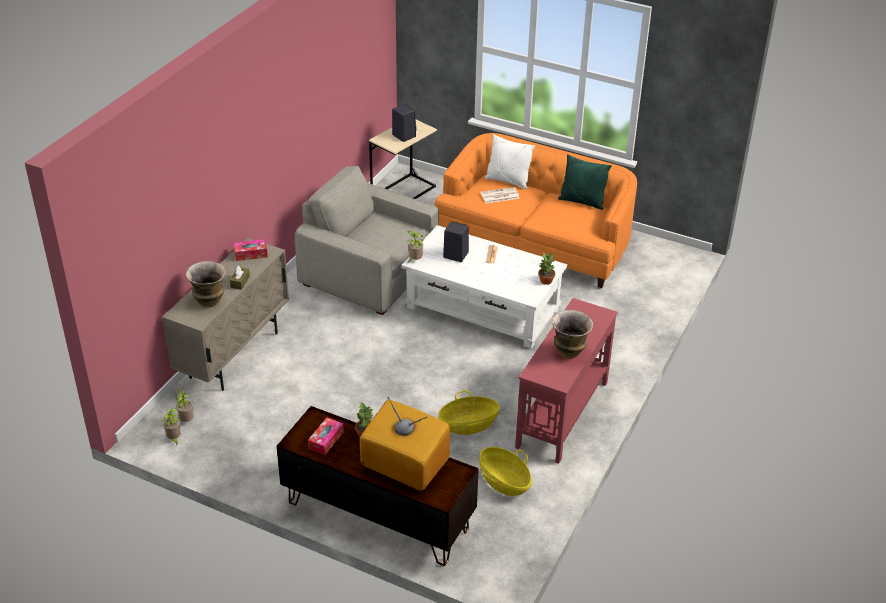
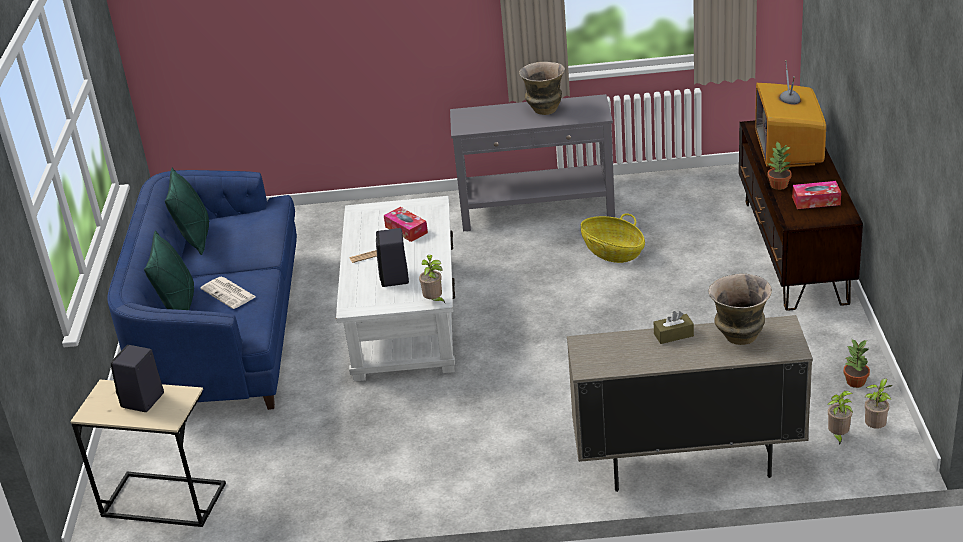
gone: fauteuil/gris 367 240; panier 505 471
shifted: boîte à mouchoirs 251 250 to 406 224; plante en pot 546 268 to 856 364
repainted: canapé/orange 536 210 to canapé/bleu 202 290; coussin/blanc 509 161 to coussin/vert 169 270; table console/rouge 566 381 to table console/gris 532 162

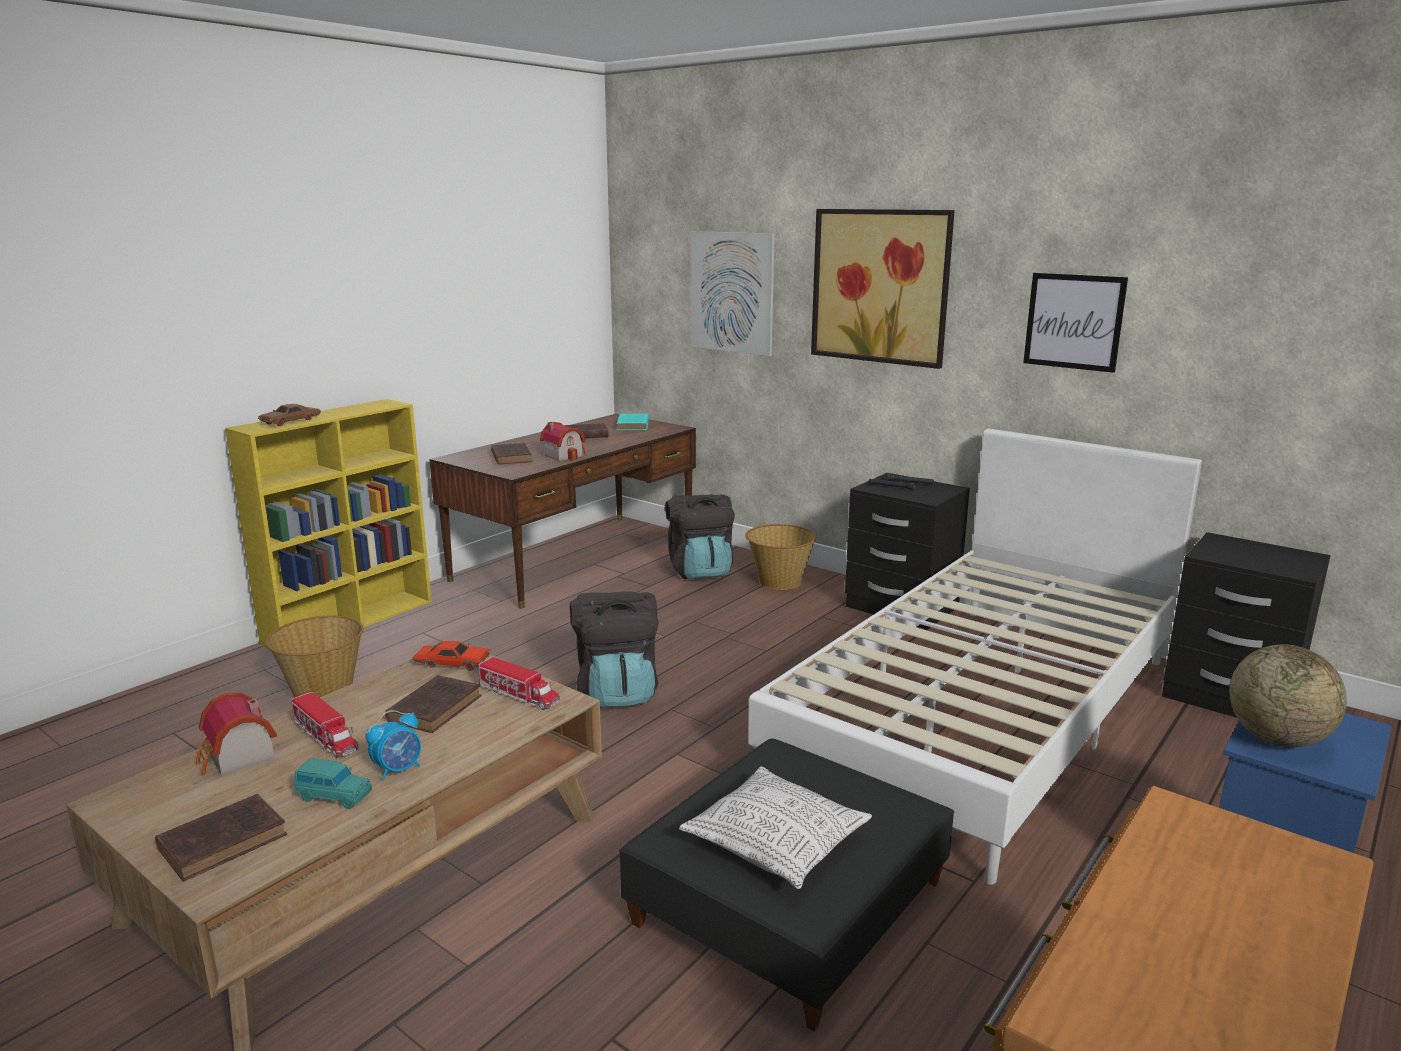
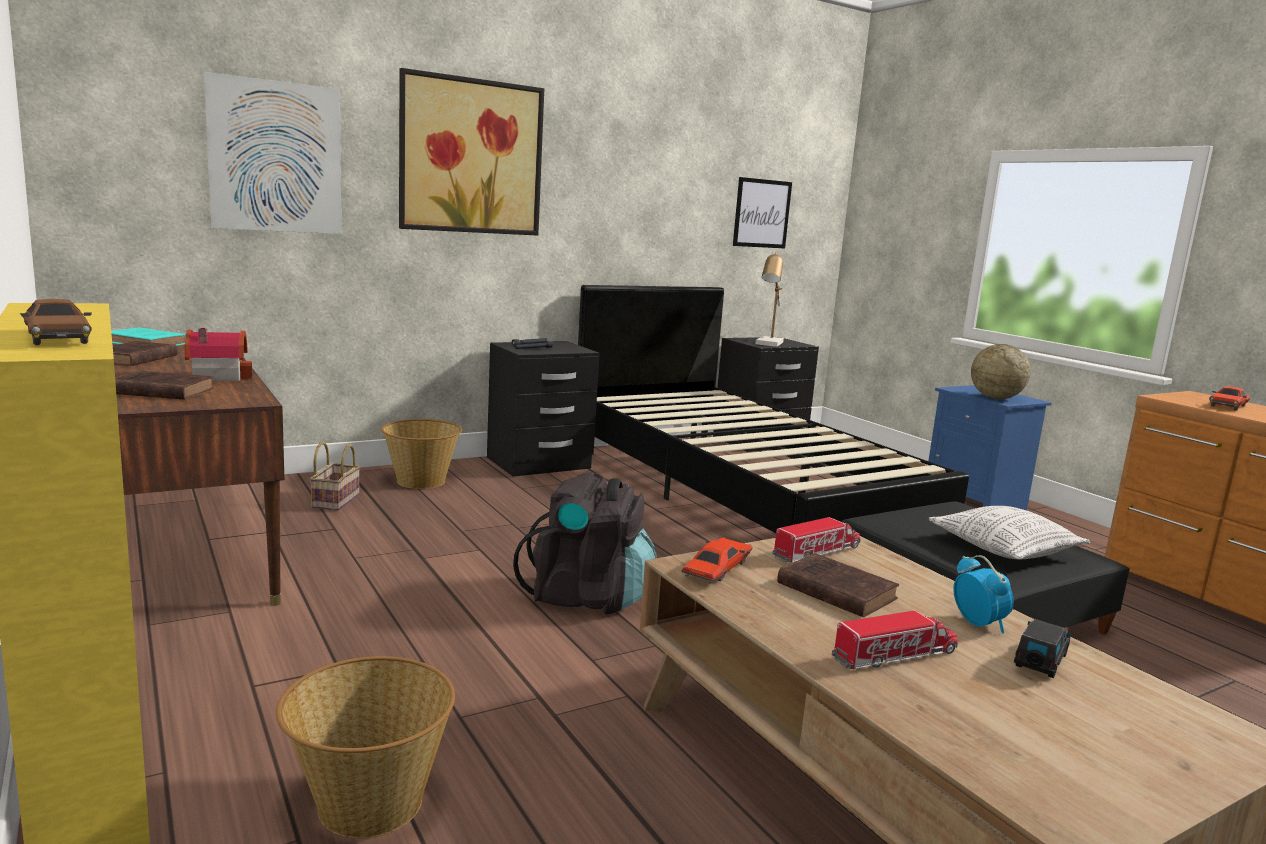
gone: maison miniature 236 734; livre/marron 221 838
new: lampe de table 770 299; petite voiture/rouge 1229 398
shifted: tableau 1075 323 to 762 212
swapped: sac à dos/noir 700 536 to panier 335 476
repainted: lit/blanc 975 656 to lit/noir 773 409; petite voiture/turquoise 333 783 to petite voiture/noir 1042 648

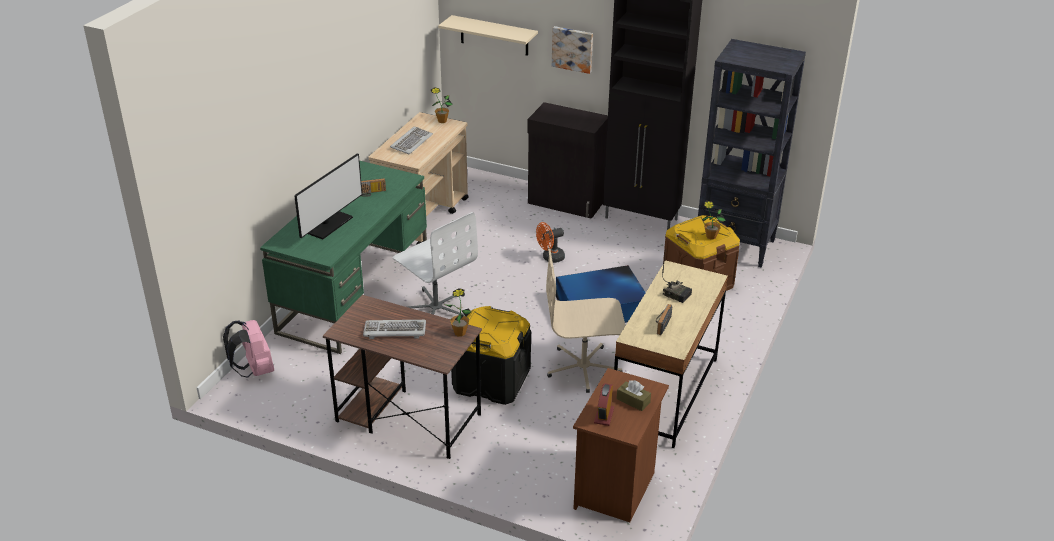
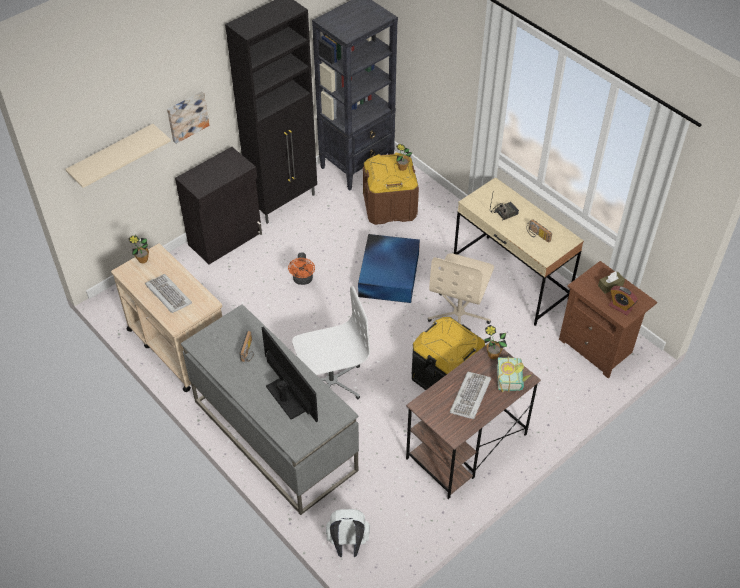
new: livre 514 374
repainted: bureau/vert 343 257 to bureau/gris 270 409; sac à dos/rose 248 349 to sac à dos/blanc 348 533

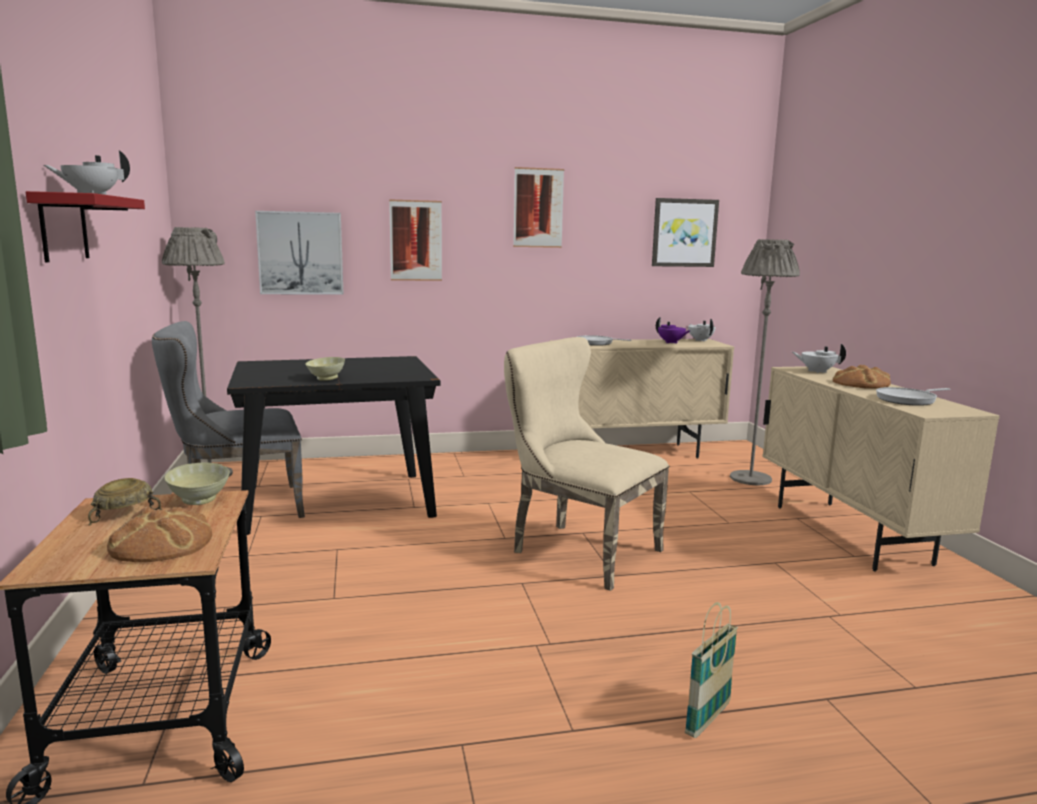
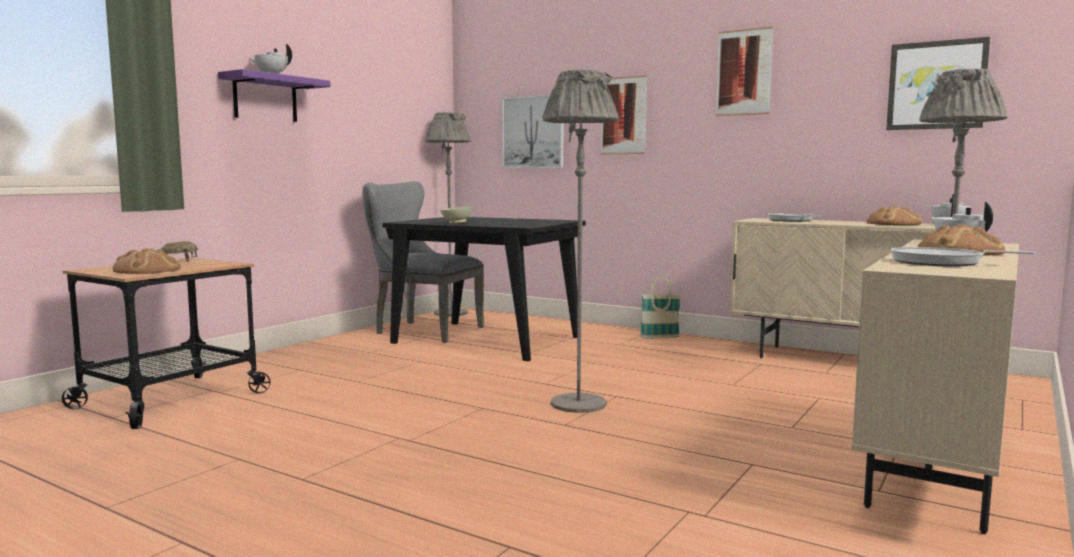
gone: bol/beige 197 484
shifted: panier 711 670 to 660 308
swapped: théière/violet 673 330 to pain 894 215; chaise/beige 586 464 to lampadaire/gris 580 241
repainted: étagère/rouge 85 227 to étagère/violet 274 95

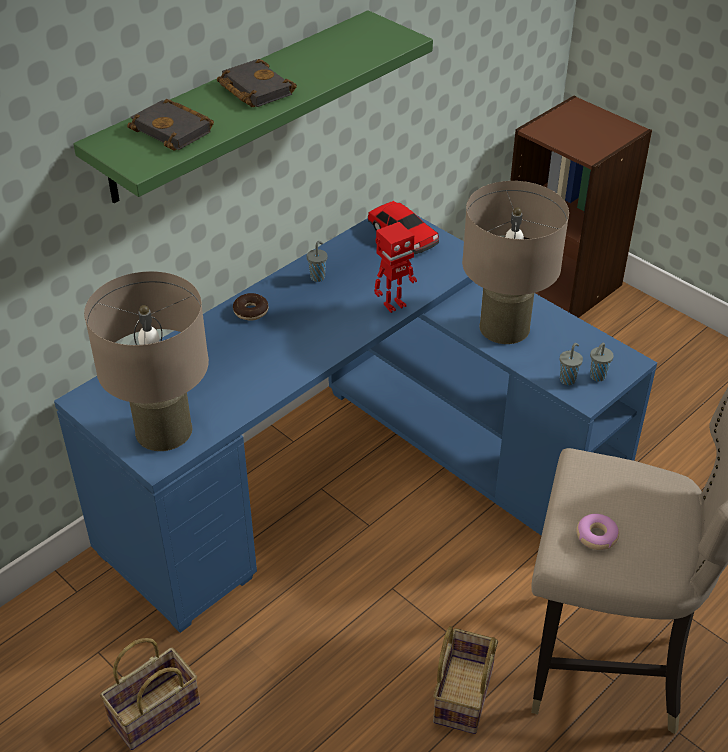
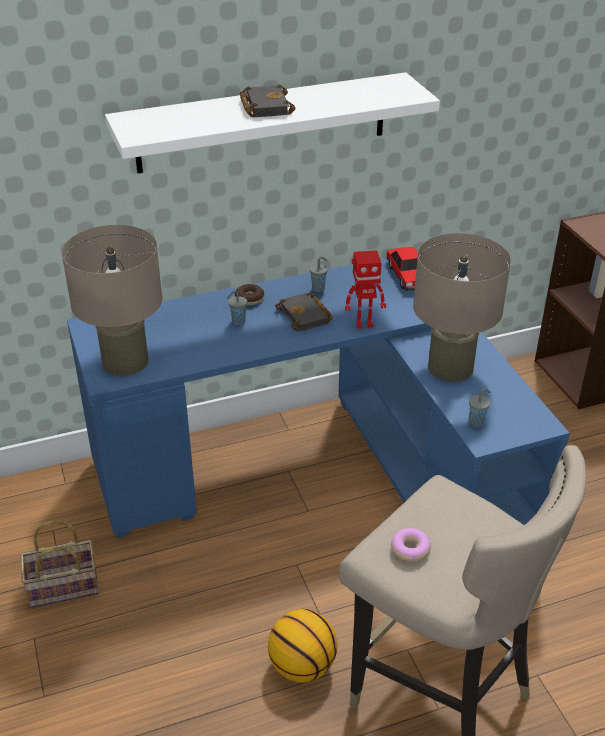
shifted: livre/noir 170 125 to 304 312; tasse/gris 602 361 to 237 307
swapped: panier 465 680 to ballon de basket 302 646
repainted: étagère/vert 253 106 to étagère/blanc 272 122

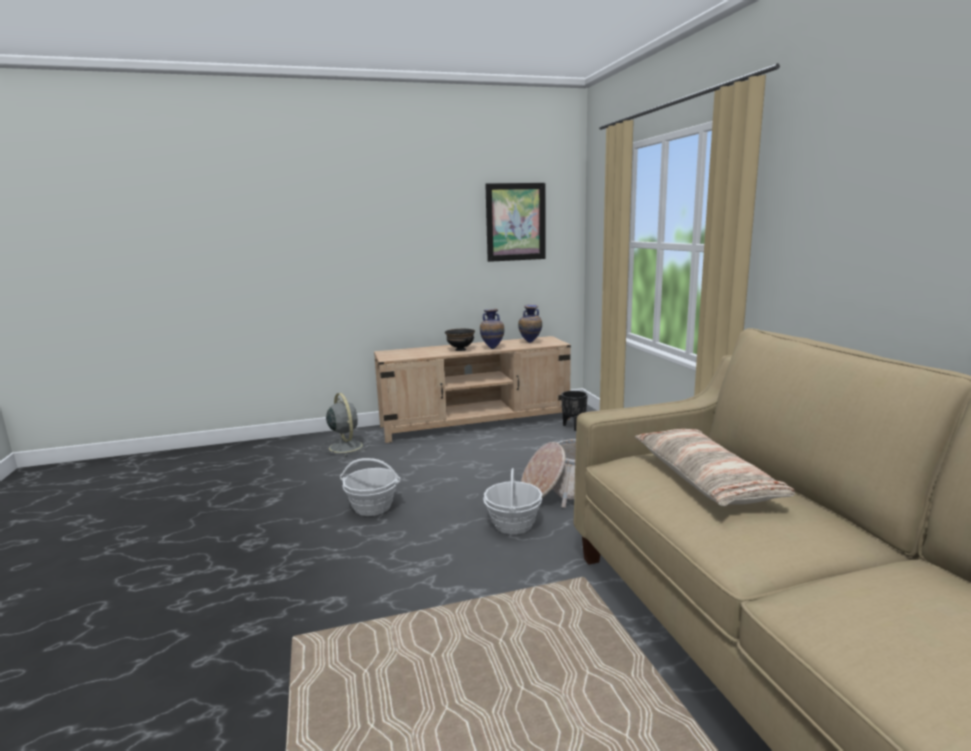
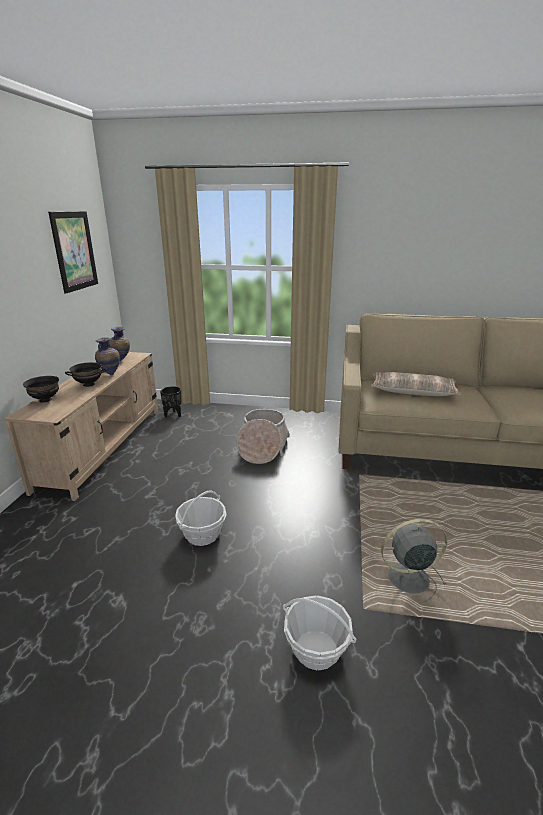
new: bol/noir 41 389
shifted: ventilateur/gris 345 425 to 414 561; panier 512 501 to 319 632

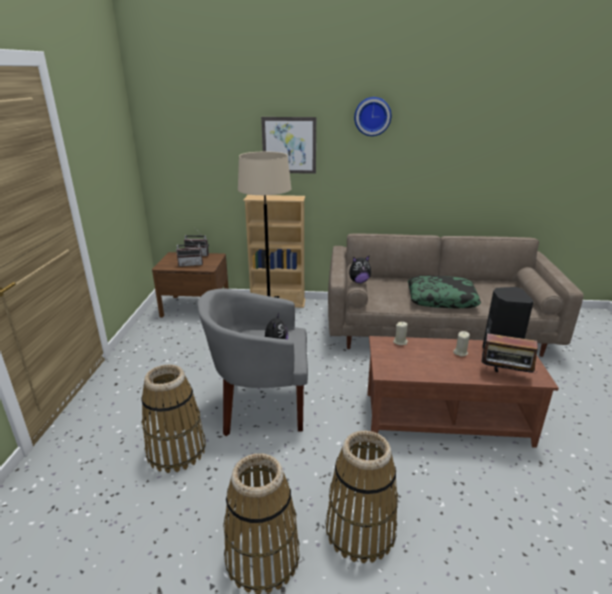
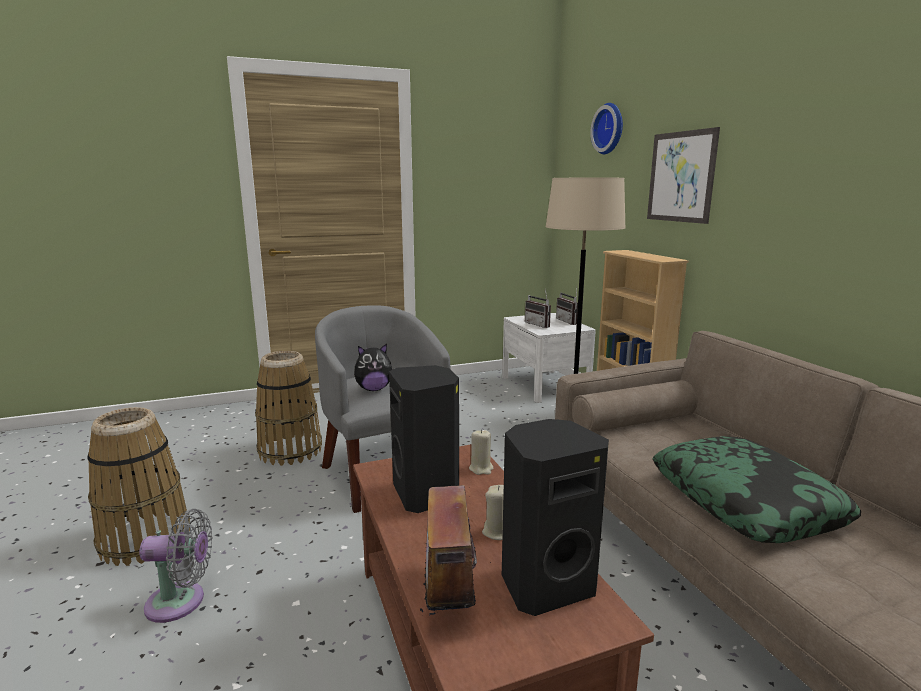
gone: peluche 360 269
new: enceinte/noir 424 439
shifted: horloge murale 373 116 to 606 128
swapped: panier 361 496 to ventilateur/gris 176 566
repainted: table de chevet/marron 190 285 to table de chevet/blanc 549 358

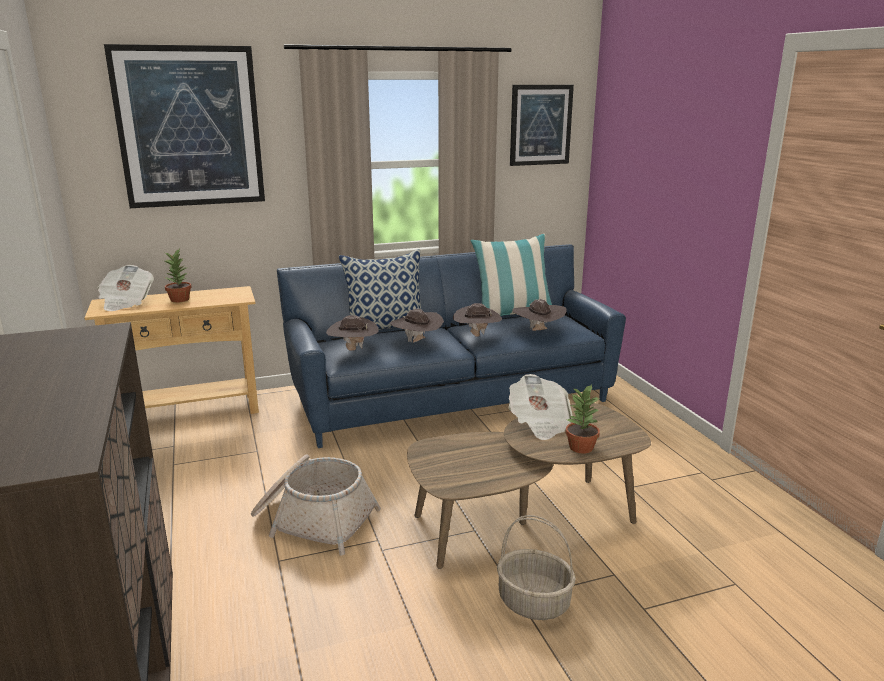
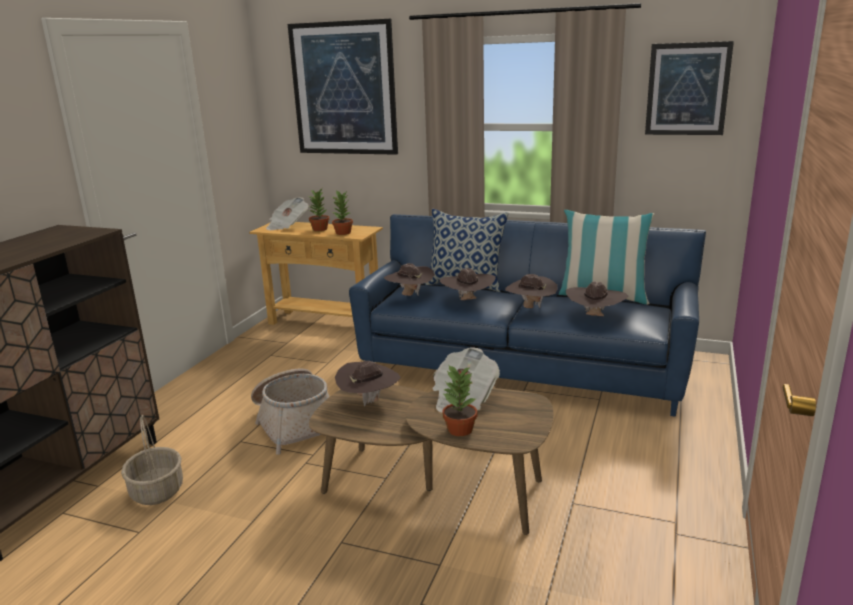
new: plante en pot 342 212; chapeau/marron 368 383
shifted: panier 536 567 to 152 460

